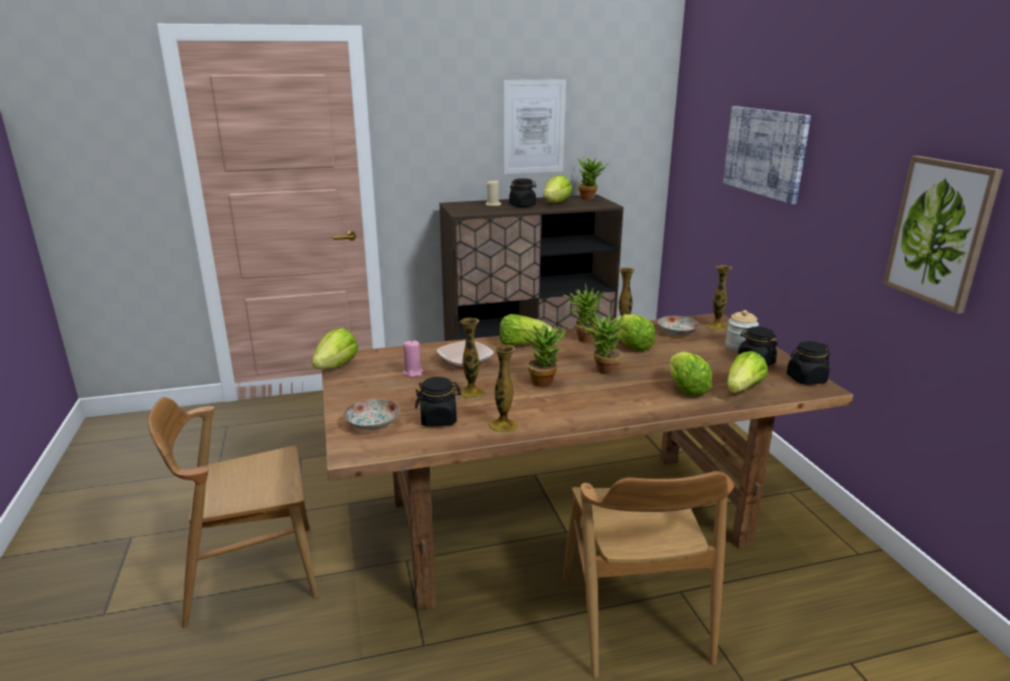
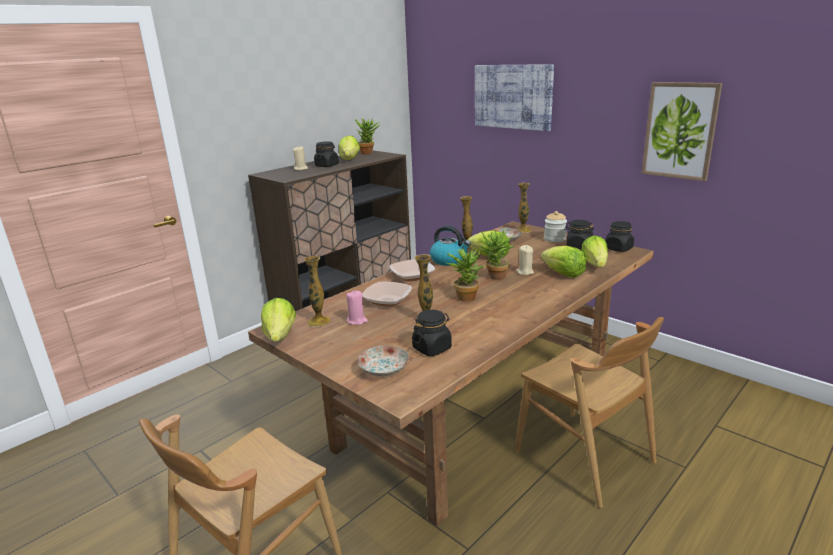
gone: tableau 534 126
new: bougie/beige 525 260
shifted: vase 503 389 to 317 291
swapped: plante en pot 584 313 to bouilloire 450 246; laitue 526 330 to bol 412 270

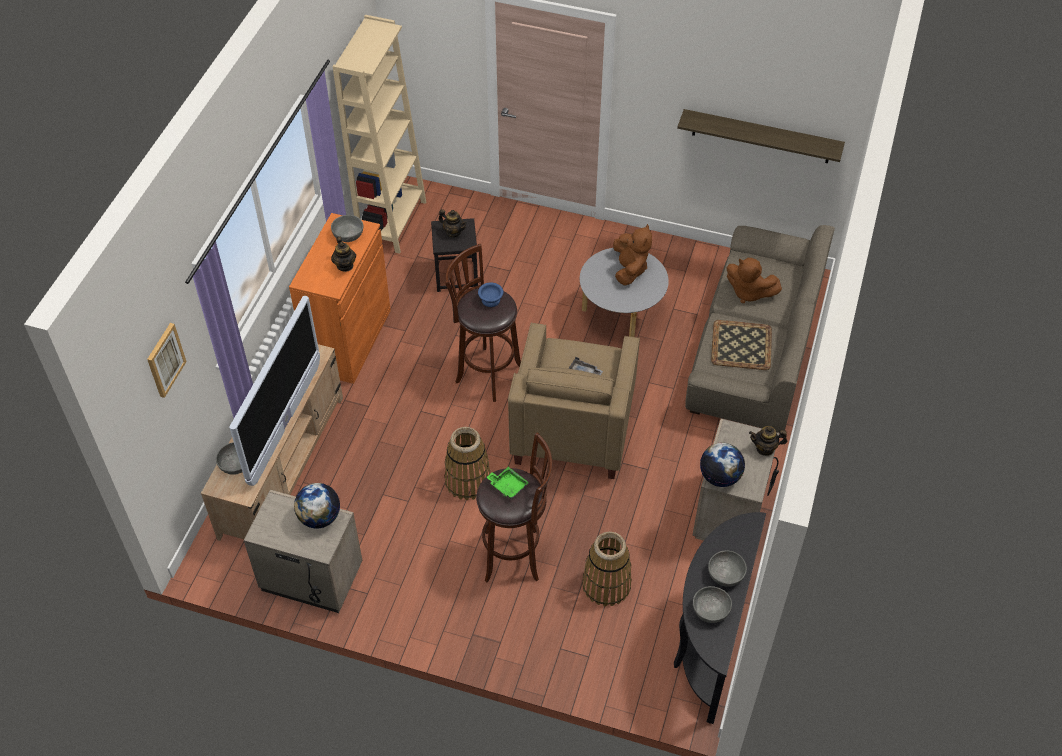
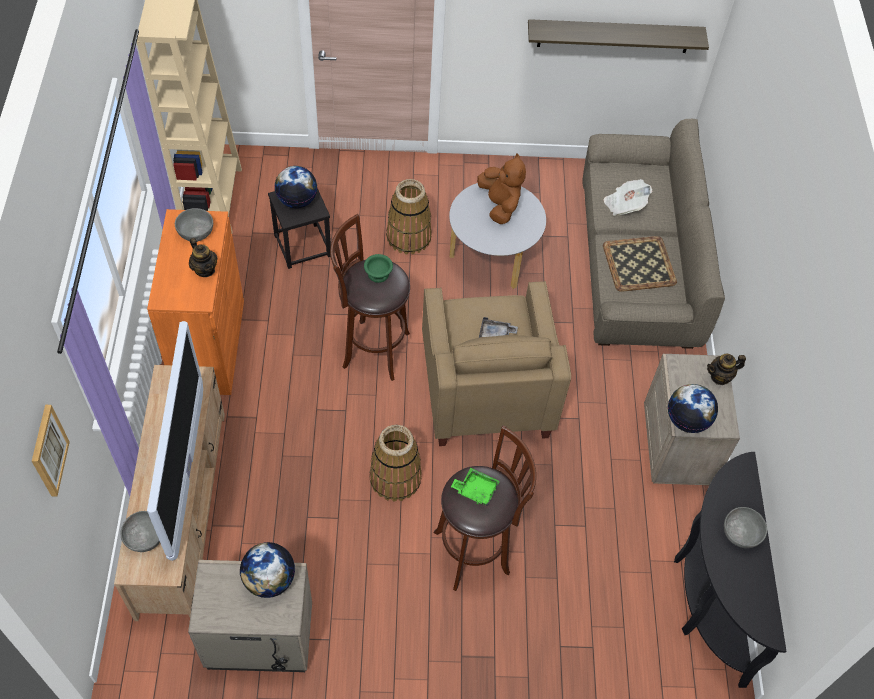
gone: bol/gris 712 604
shifted: panier 607 569 to 409 217
swapped: théière 453 223 to globe 296 187; peluche/marron 754 280 to journal 627 197
repainted: bol/bleu 490 294 to bol/vert 378 268

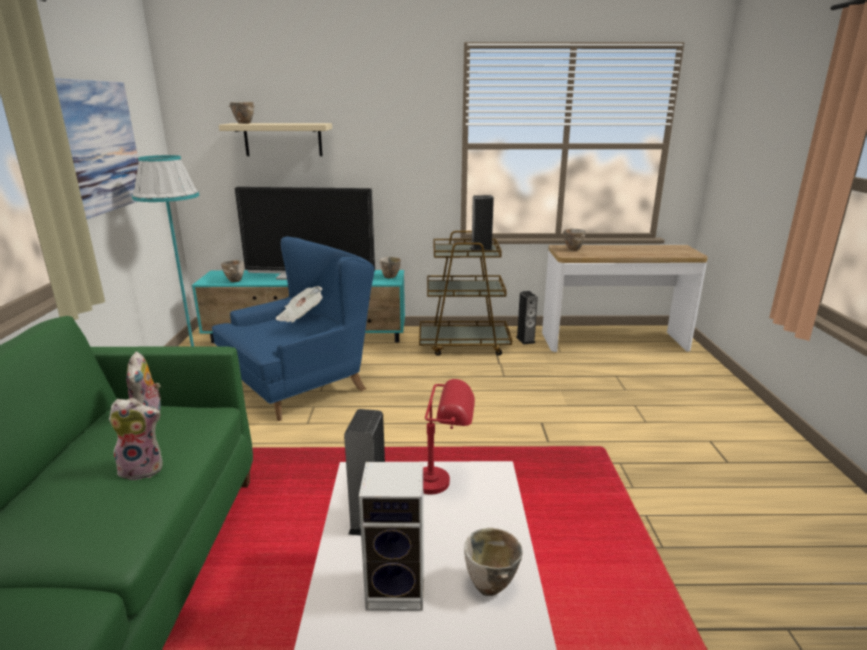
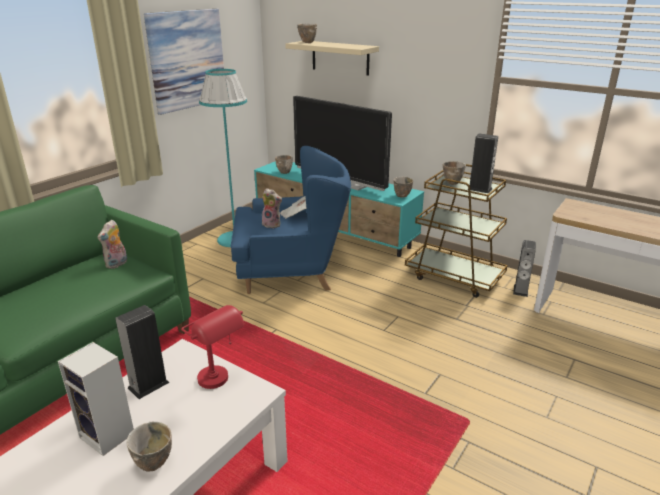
shifted: bol 574 239 to 454 173; peluche 136 439 to 272 208

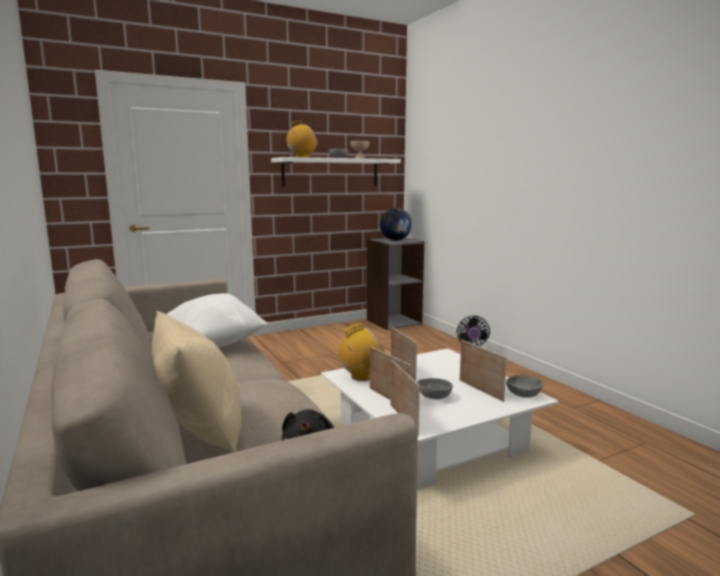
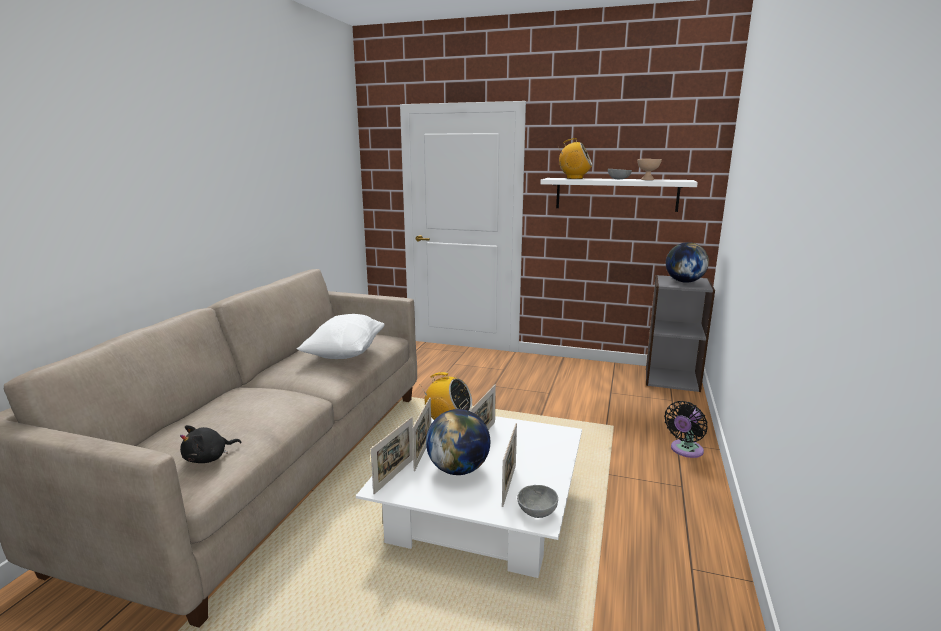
gone: coussin/beige 196 382
swapped: bol/gris 435 388 to globe 458 442

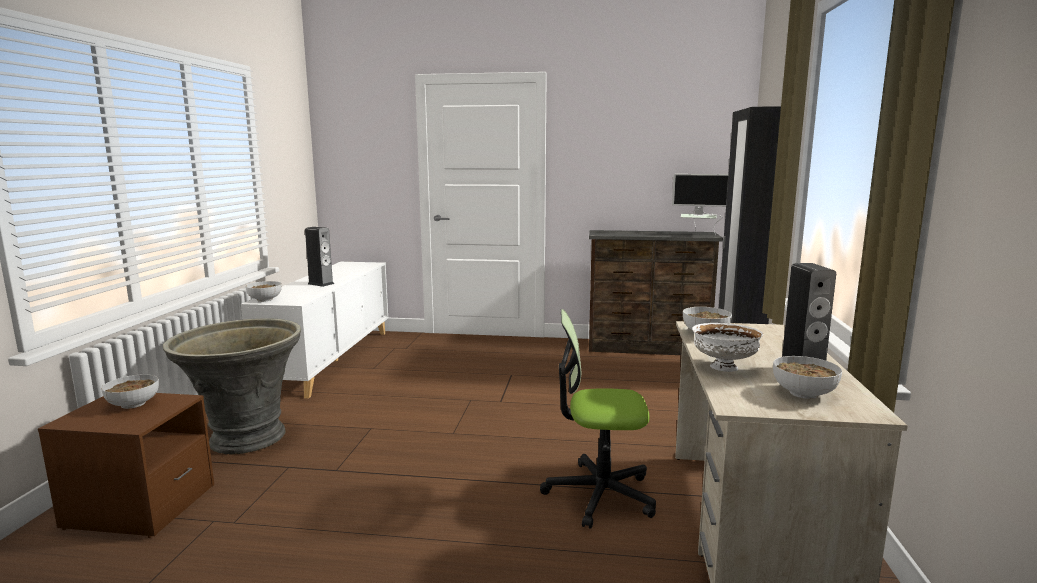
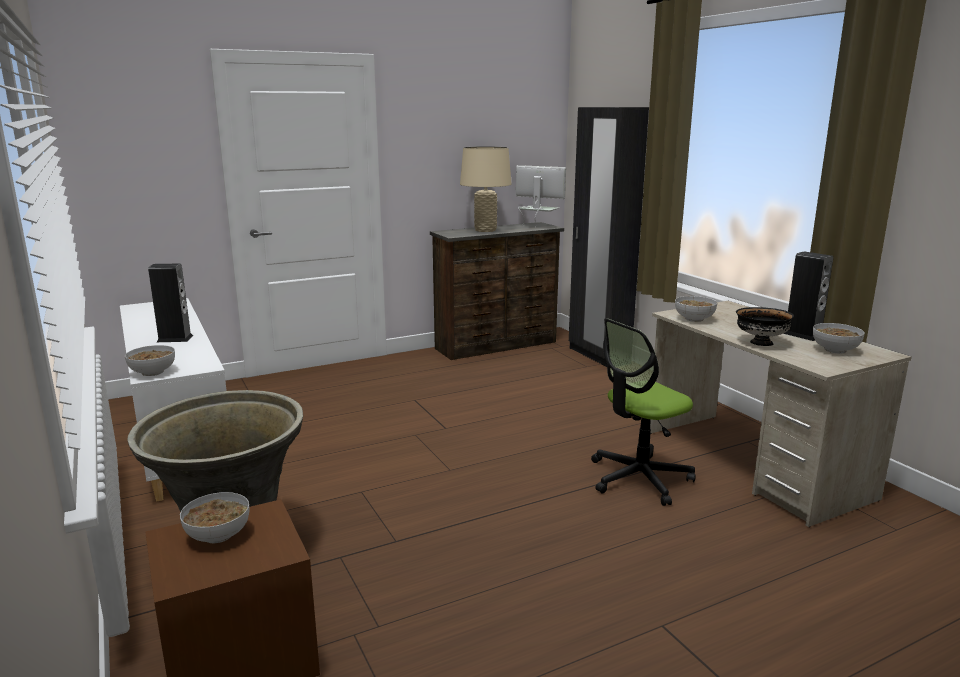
new: lampe de table/beige 486 189
repainted: bol/blanc 727 347 to bol/noir 765 326
rotated: écran d'ordinateur 700 204 = 541 195 135 degrees counterclockwise

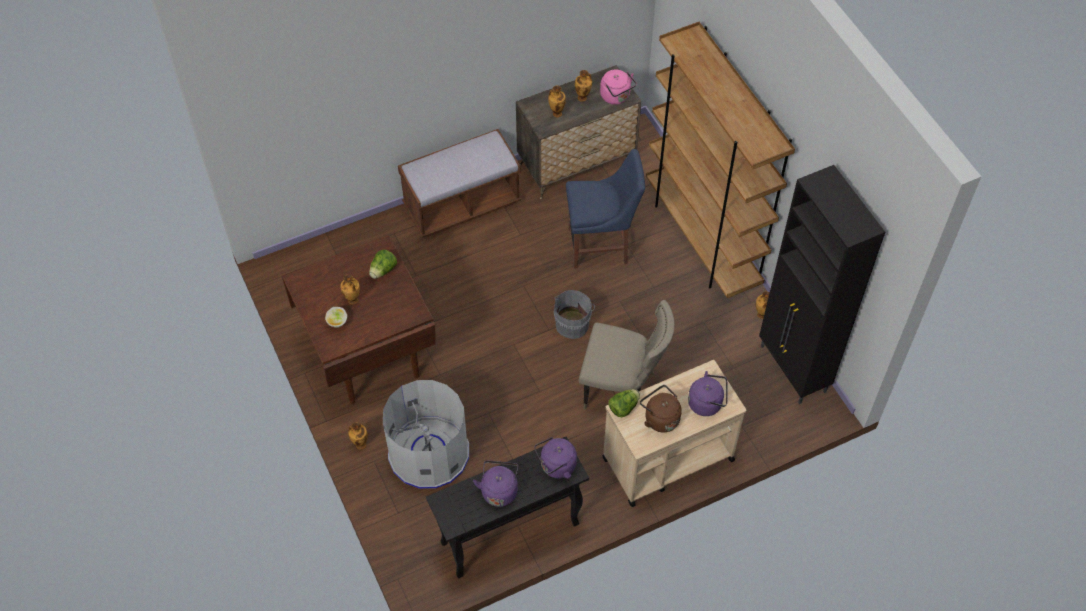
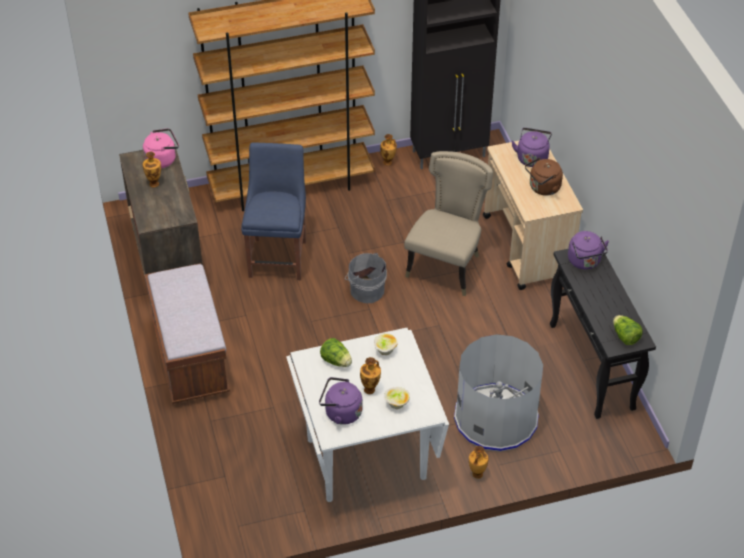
gone: vase 557 101
new: bol 386 344
shifted: laitue 624 403 to 628 330; bouilloire/violet 496 484 to 341 401
repainted: table à manger/marron 359 319 to table à manger/blanc 367 415

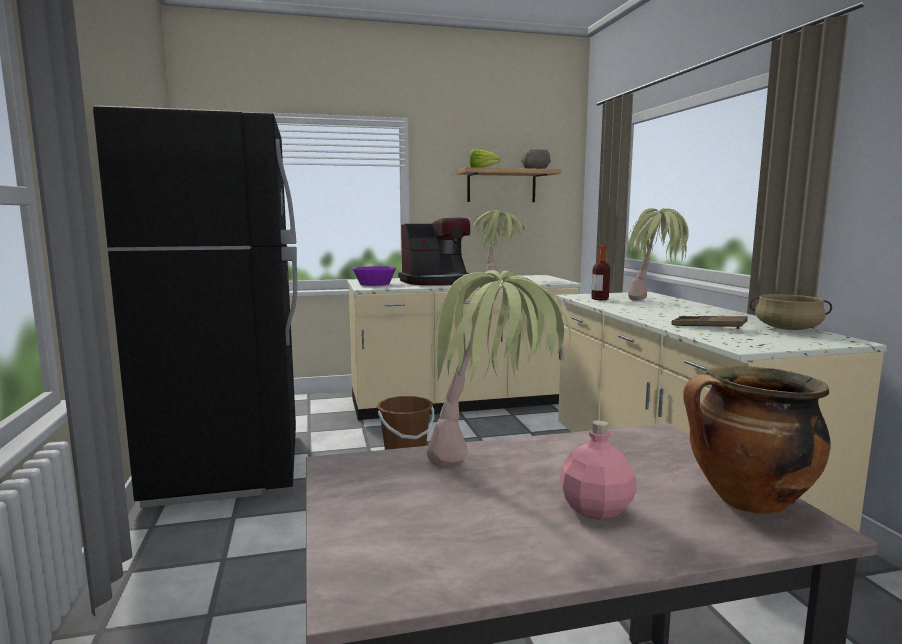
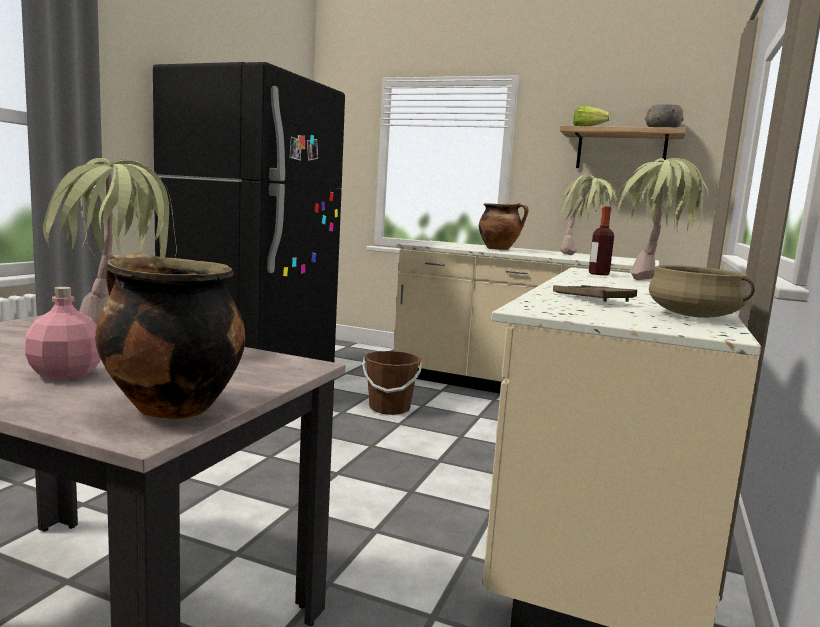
gone: bol/violet 374 276
swapped: machine à café 434 252 to marmite 504 226

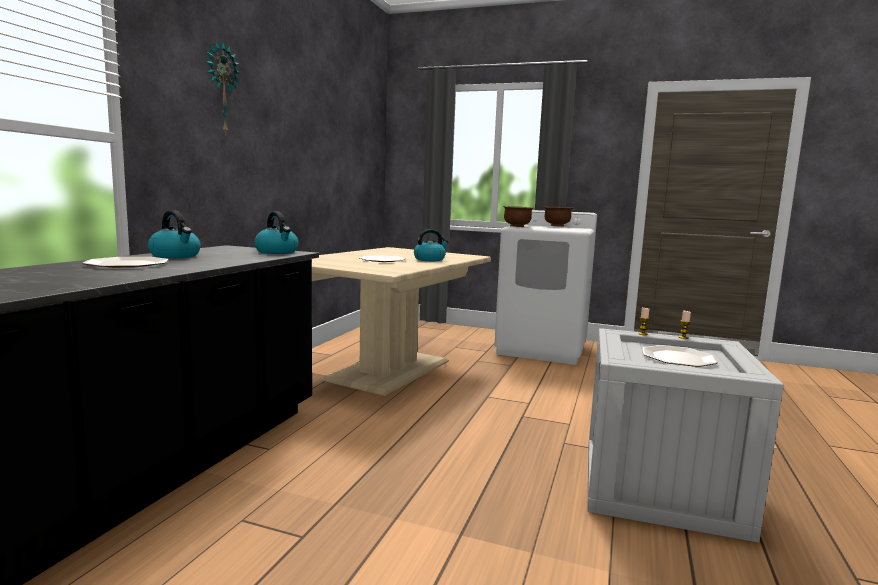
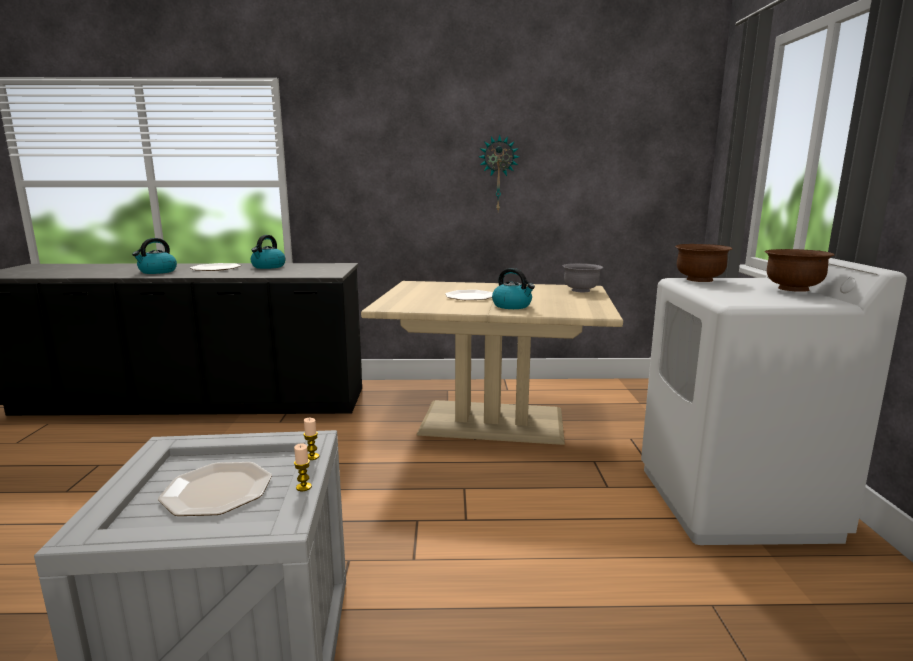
new: bol/gris 583 277
shifted: horloge murale 223 87 to 499 172; bouilloire 276 233 to 154 256

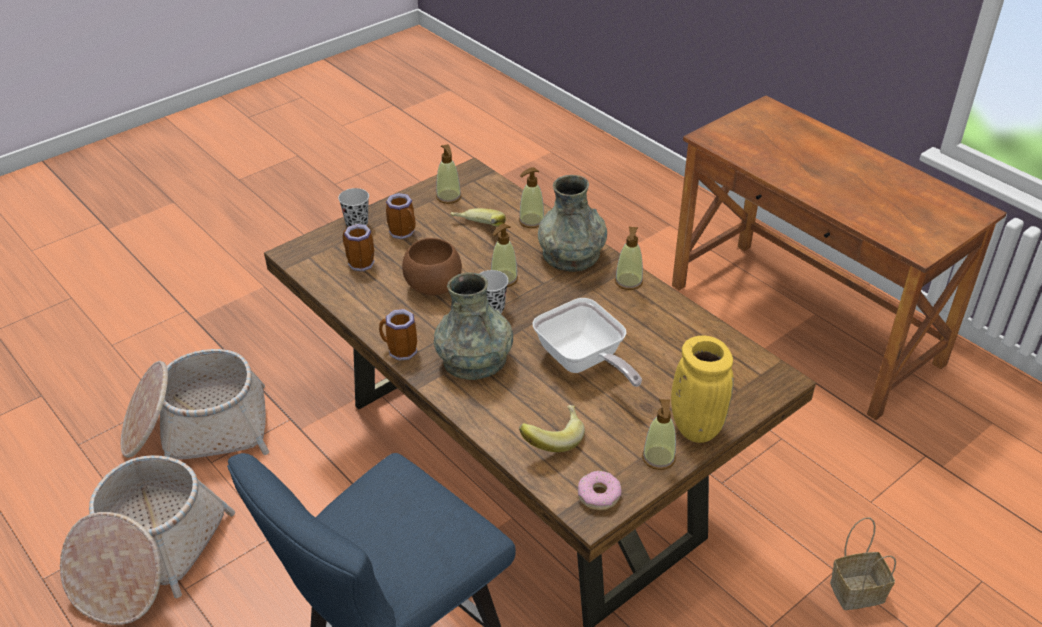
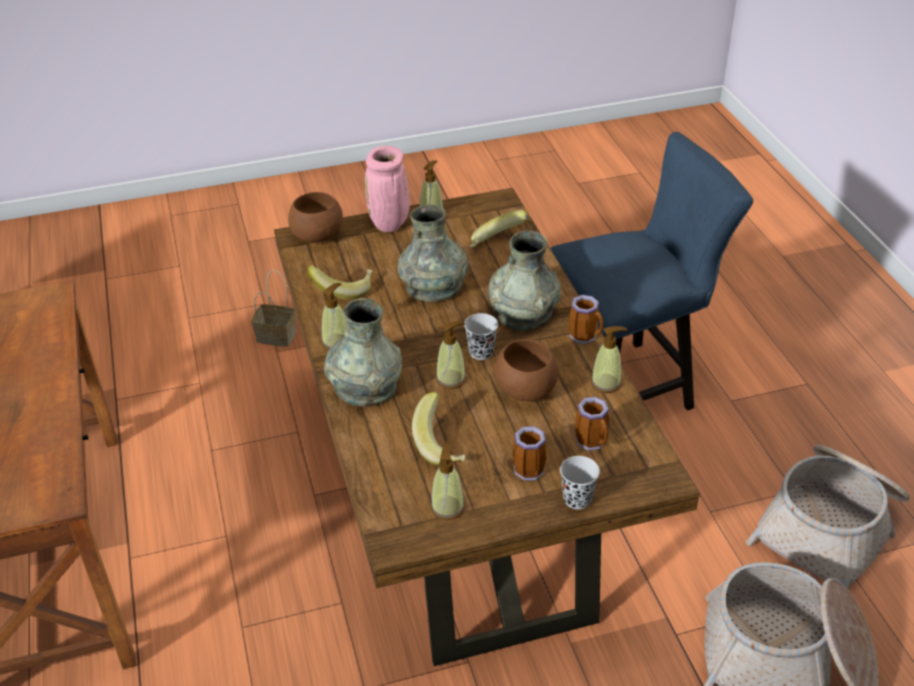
gone: beignet 599 490
new: bol/marron 315 217; banane 340 283
shifted: distributeur de savon 531 197 to 609 359
swapped: poêle 587 342 to vase/gris 433 253
repainted: vase/jaune 702 389 to vase/rose 387 189

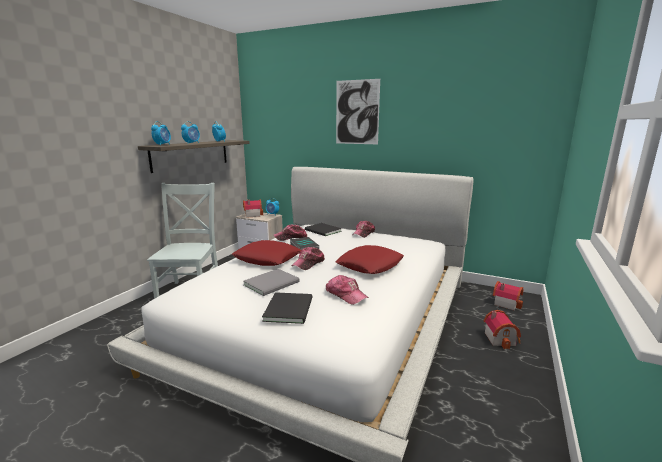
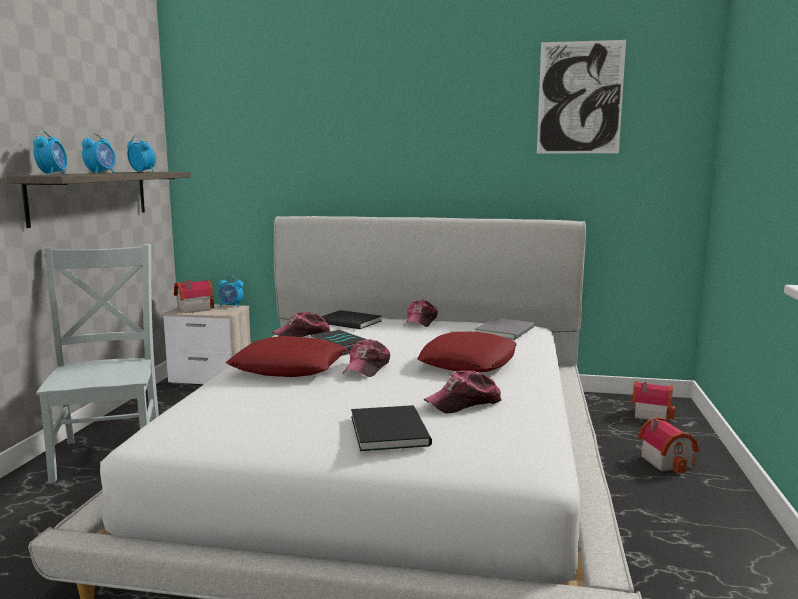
shifted: tableau 358 111 to 581 96; livre/gris 271 282 to 504 329
rotated: casquette 347 290 = 463 391 120 degrees clockwise

